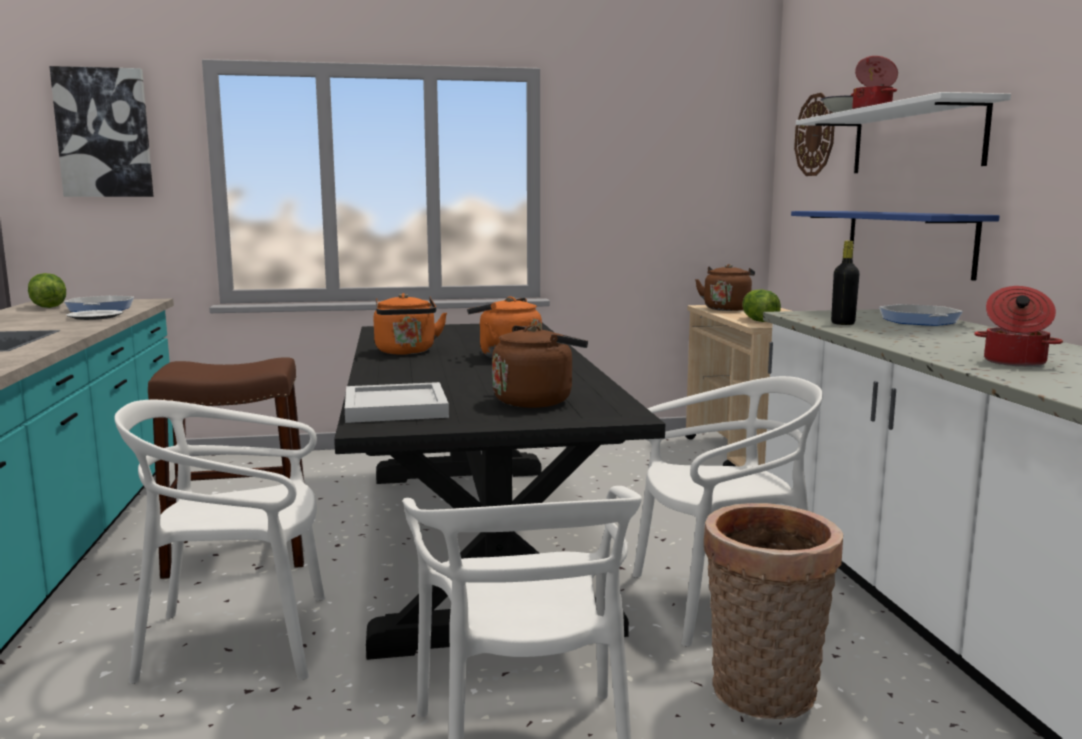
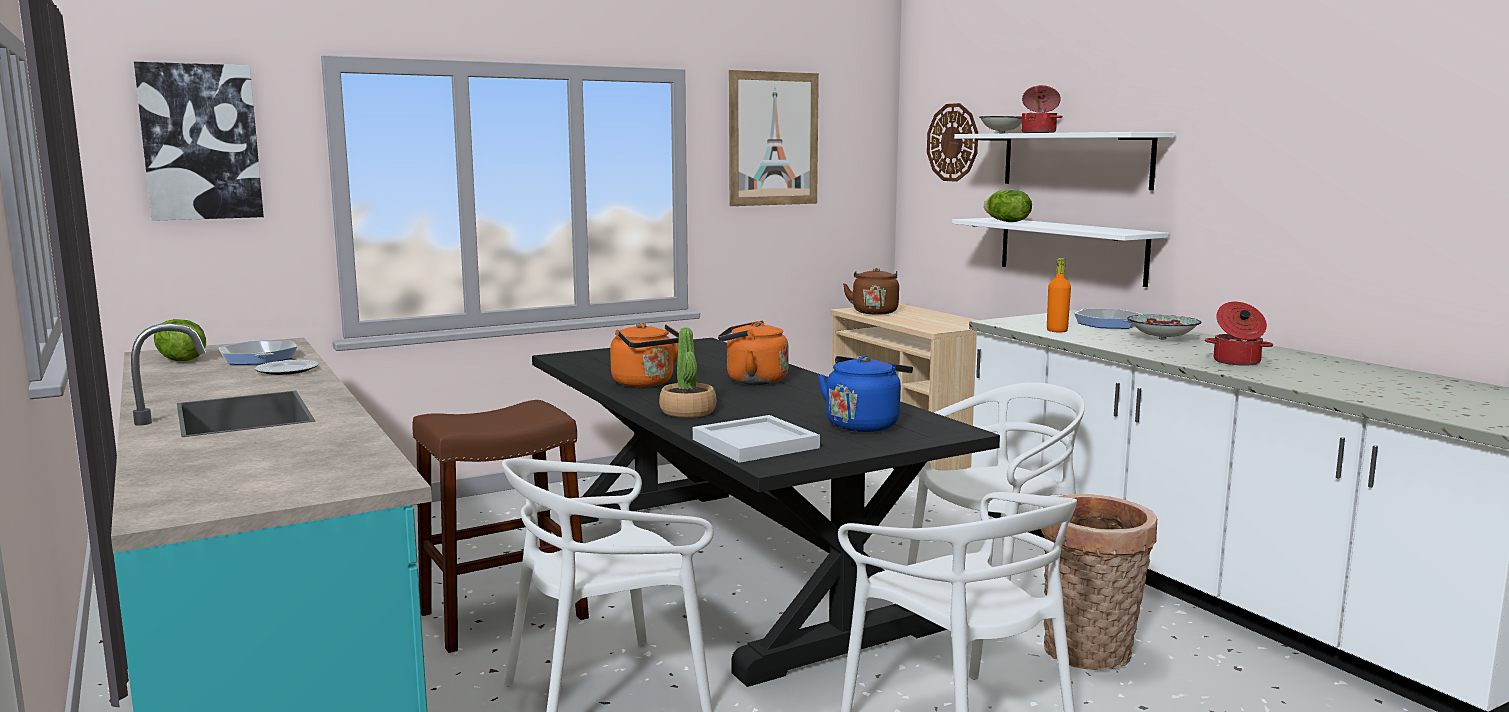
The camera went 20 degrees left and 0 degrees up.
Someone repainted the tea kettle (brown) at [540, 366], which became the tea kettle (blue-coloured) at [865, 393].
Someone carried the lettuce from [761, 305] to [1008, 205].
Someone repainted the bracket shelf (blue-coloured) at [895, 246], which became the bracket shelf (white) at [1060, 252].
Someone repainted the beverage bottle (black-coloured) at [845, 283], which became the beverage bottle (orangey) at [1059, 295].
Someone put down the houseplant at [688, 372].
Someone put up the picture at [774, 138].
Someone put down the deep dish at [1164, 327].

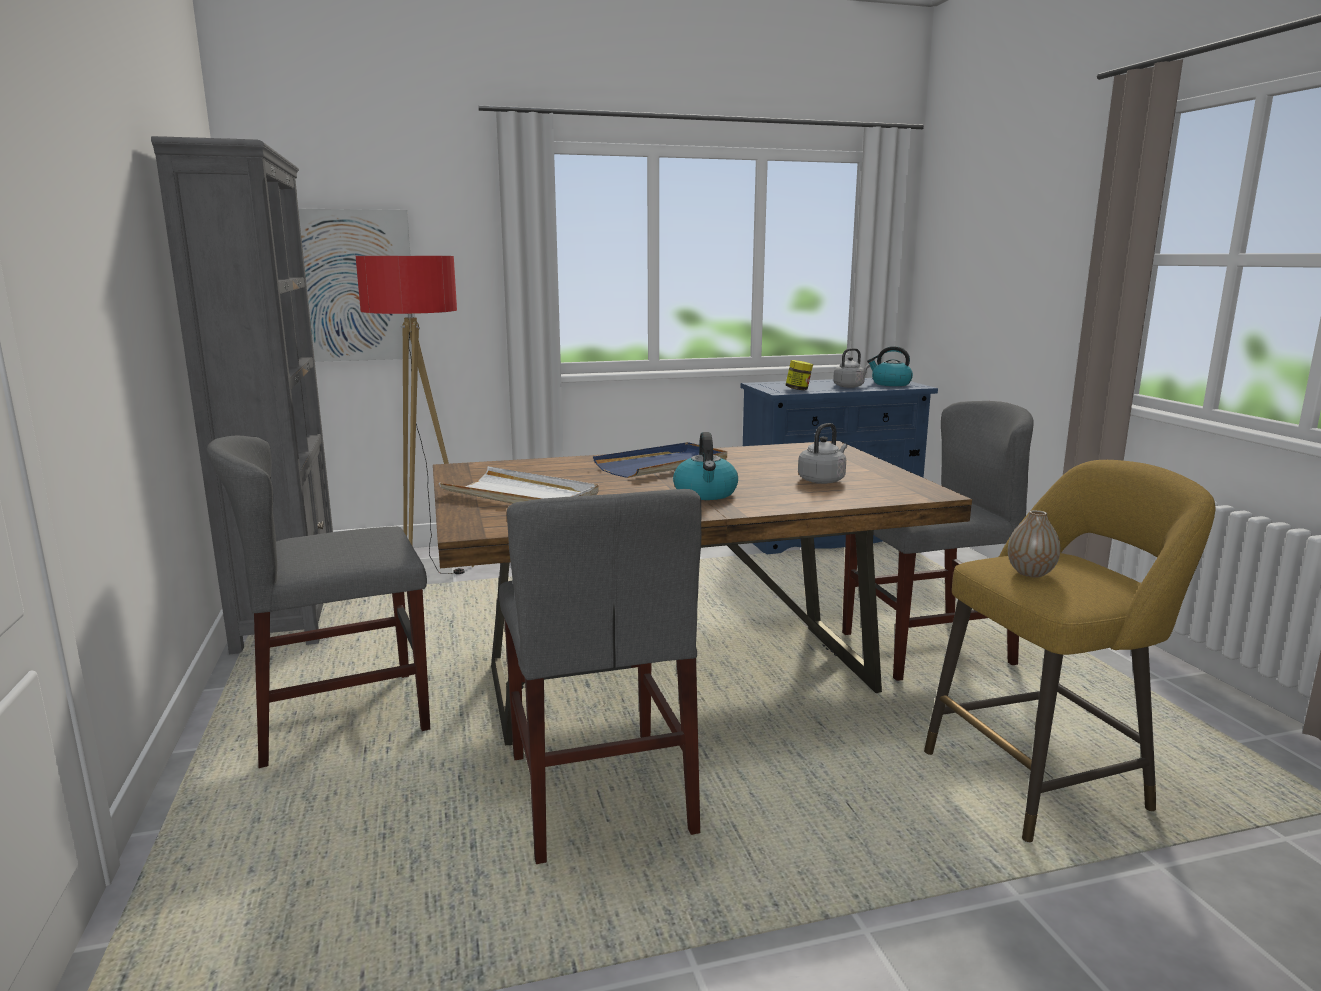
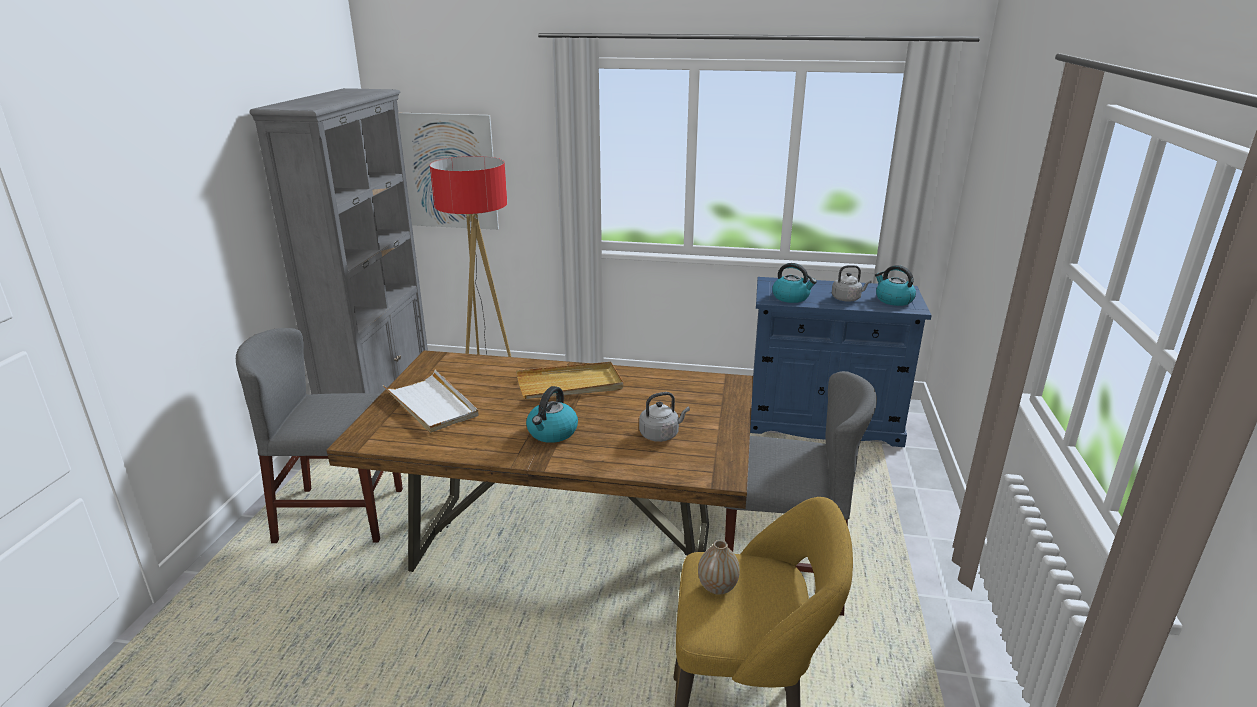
The camera went 25 degrees right and 10 degrees up.
Someone took away the chair (greyish) at [600, 676].
Someone repainted the tray (blue-coloured) at [660, 460], which became the tray (beige-coloured) at [569, 380].
Someone swapped the storage jar at [799, 375] for the tea kettle at [794, 283].

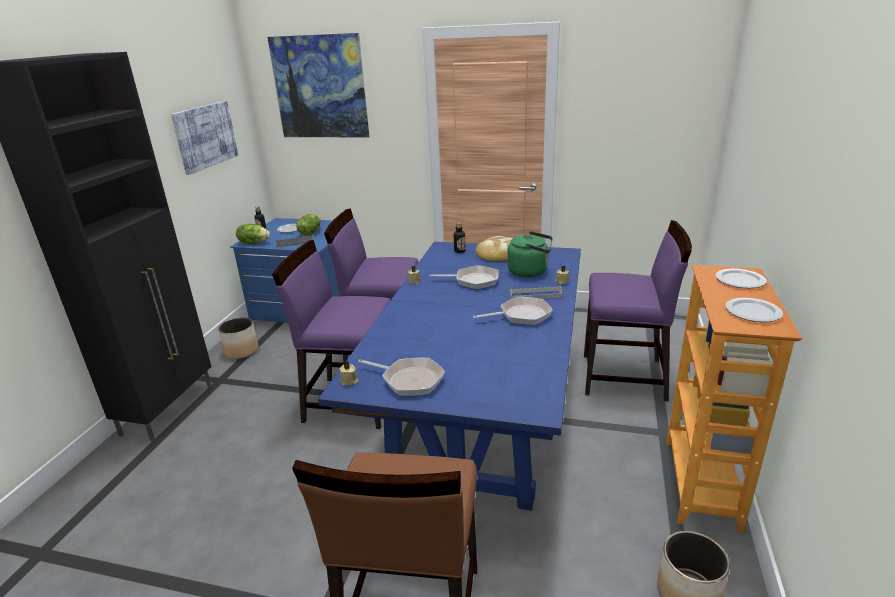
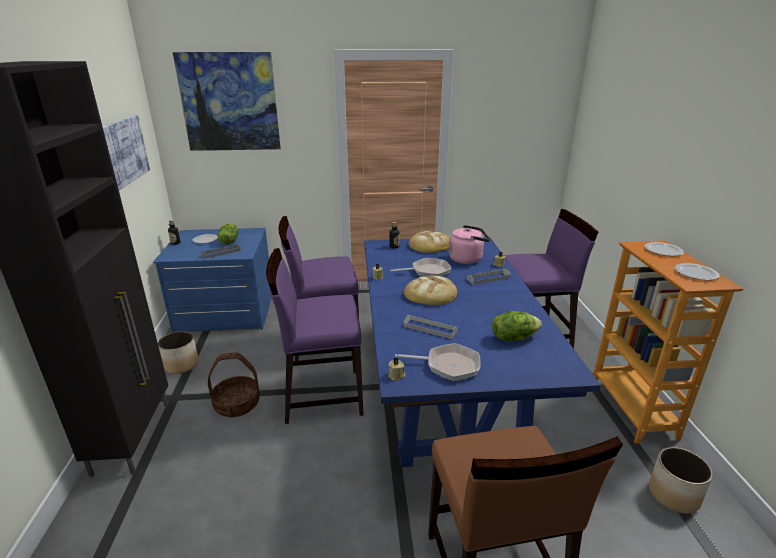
The camera went 20 degrees left and 0 degrees up.
Someone carried the lettuce from [253, 233] to [517, 326].
Someone took away the pan at [513, 311].
Someone repainted the tea kettle (green-coloured) at [530, 254], which became the tea kettle (pink) at [469, 244].
Someone put down the household basket at [234, 384].
Someone put down the bread at [430, 290].
Someone put down the tray (greyish) at [430, 327].

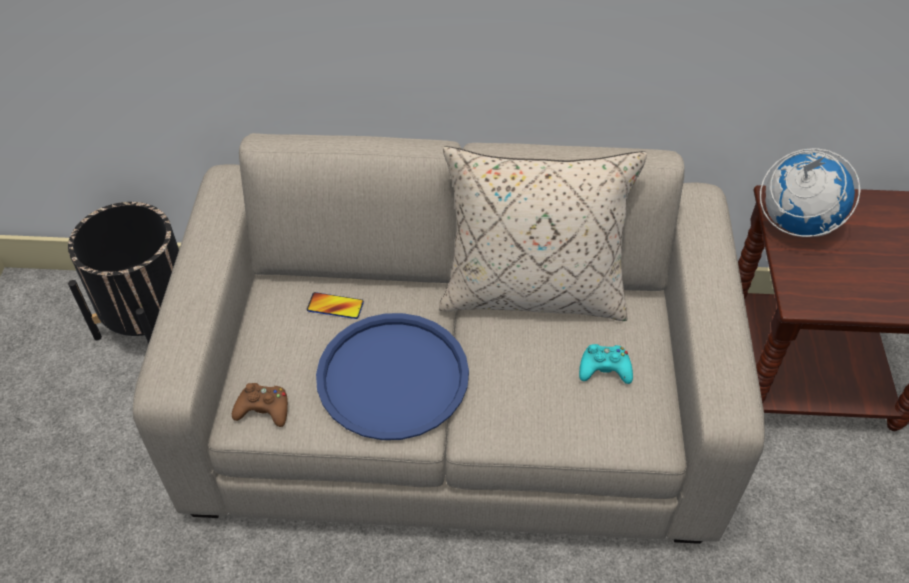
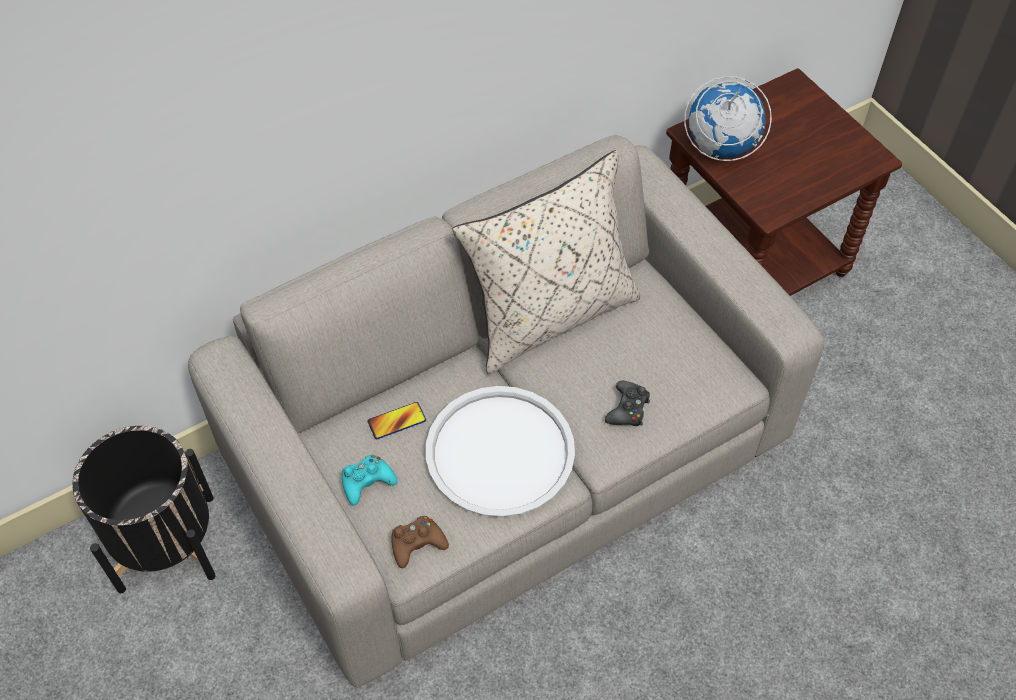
The camera went 35 degrees left and 5 degrees up.
Someone repainted the tray (blue-coloured) at [392, 376], which became the tray (white) at [500, 451].
Someone carried the gamepad (blue-green) from [606, 364] to [370, 480].
Someone put down the gamepad (black-coloured) at [627, 403].

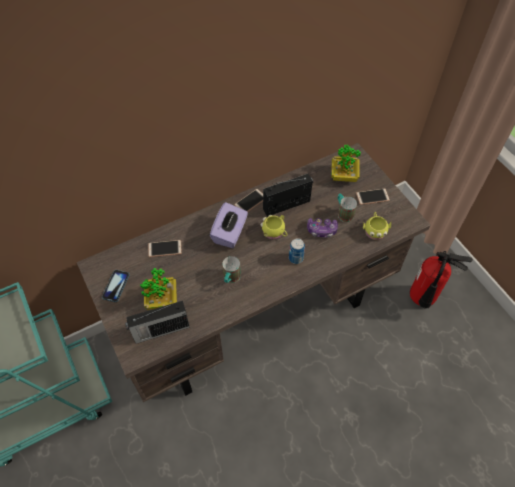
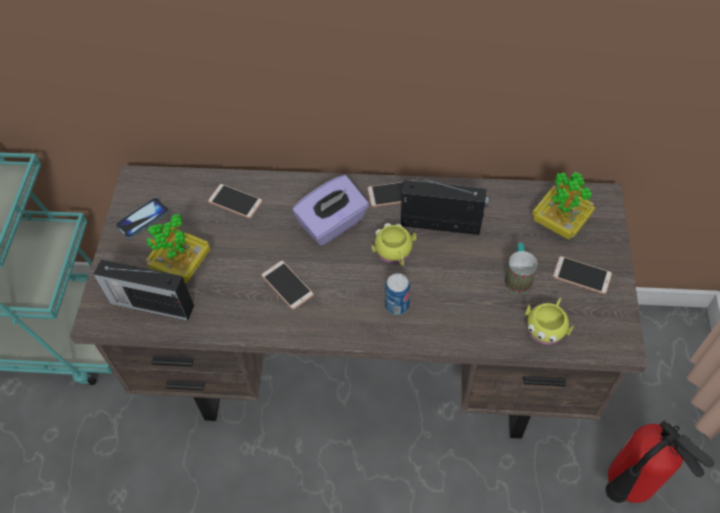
The camera went 35 degrees right and 0 degrees up.
Someone swapped the coffee mug at [231, 269] for the handset at [287, 285].
Someone took away the gamepad at [322, 228].

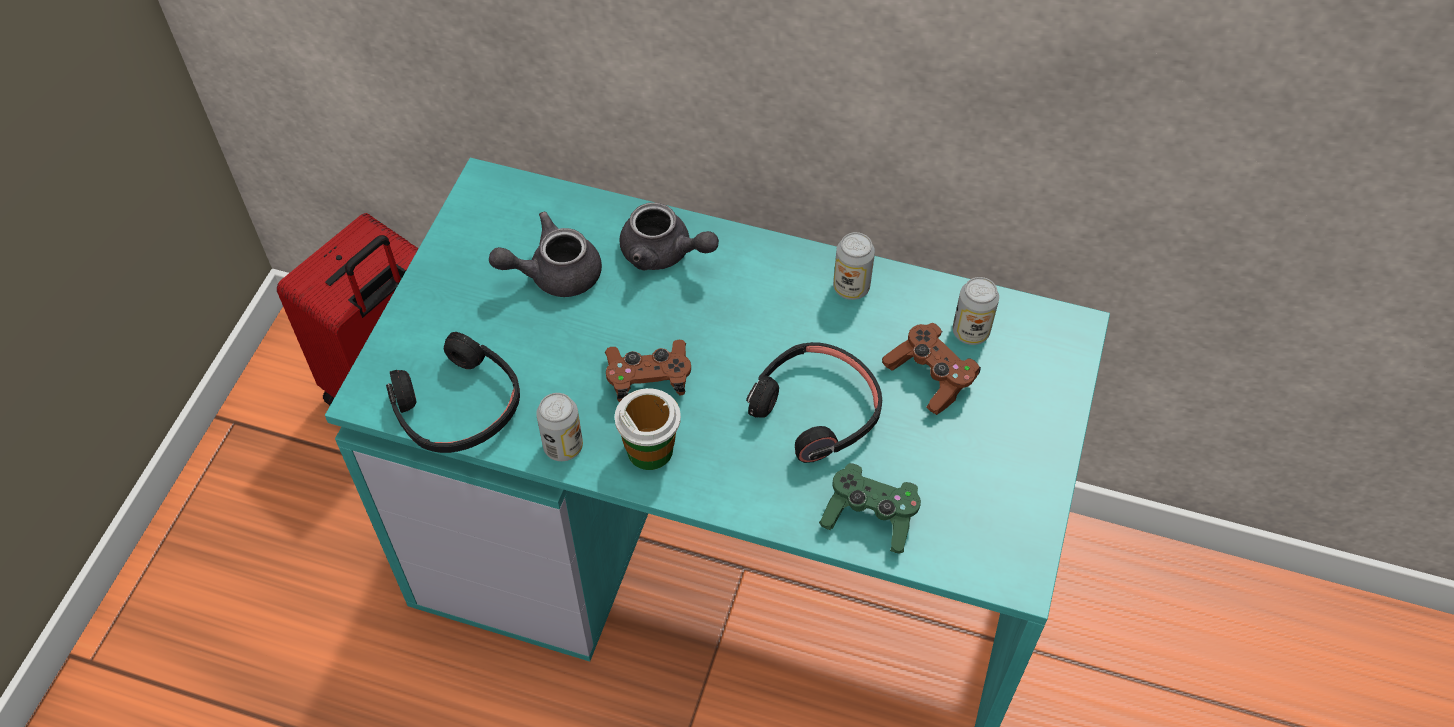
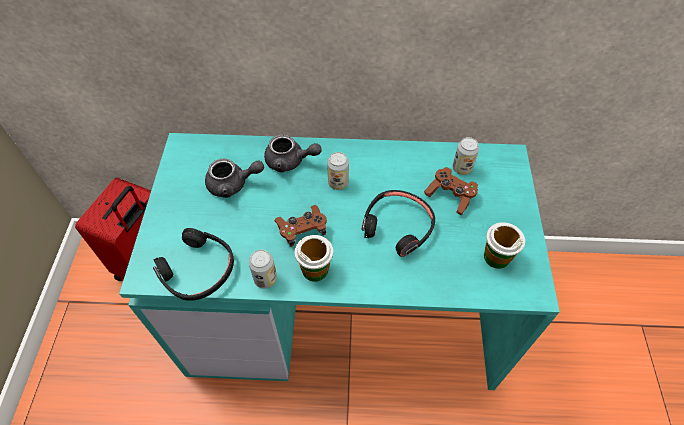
The camera went 15 degrees left and 0 degrees up.
Someone rotated the pot for tea (greyish) at [545, 254] by 150 degrees counterclockwise.
Someone took away the gamepad (green-coloured) at [870, 508].
Someone carried the can from [854, 266] to [338, 171].
Someone put down the cup at [504, 245].

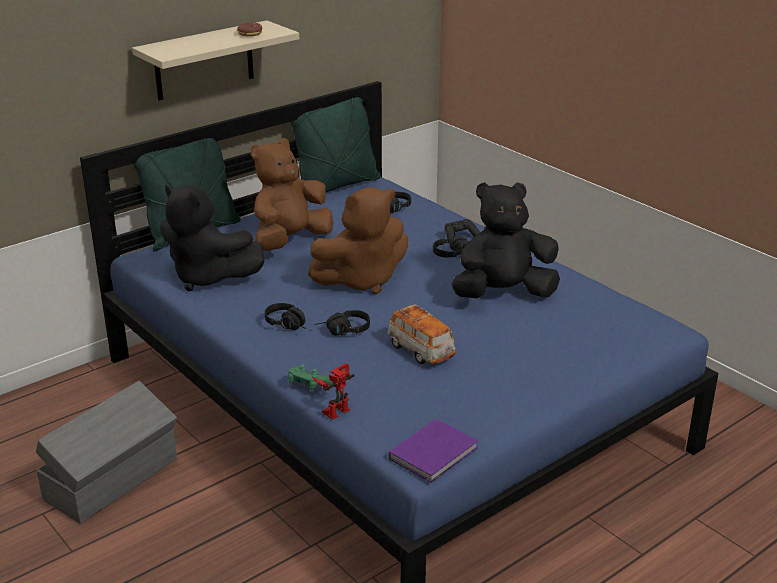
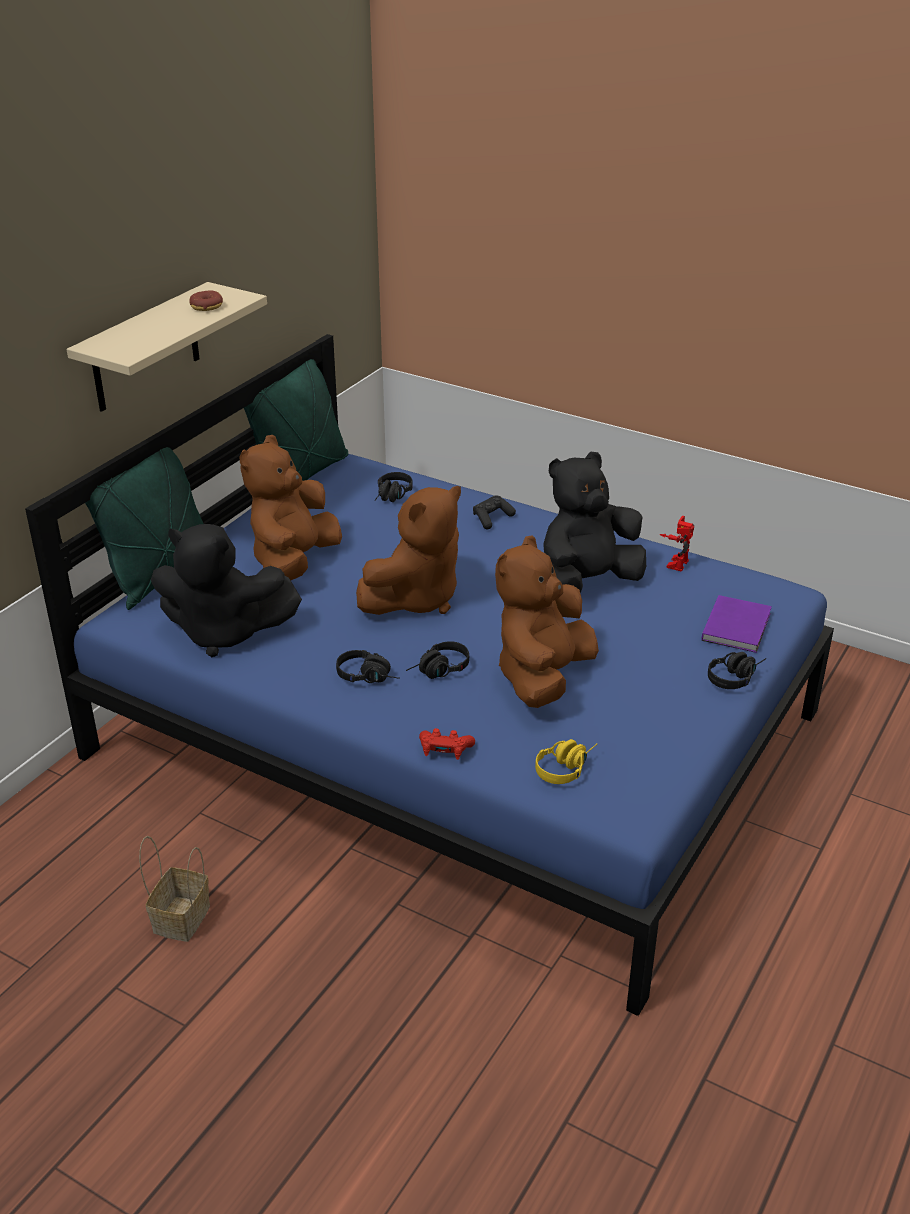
The camera went 20 degrees left and 5 degrees up.
Someone swapped the storage box (greyish) at [106, 452] for the household basket at [174, 889].
Someone repainted the gamepad (green-coloured) at [310, 378], which became the gamepad (red-coloured) at [447, 744].
Someone carried the robot figure from [333, 391] to [676, 544].
Someone swapped the model car at [421, 334] for the plush toy (brown) at [547, 621].
Someone carried the book (purplish) from [433, 451] to [736, 624].
Someone carried the pair of headphones (black-coloured) from [451, 246] to [737, 670].
Someone put down the pair of headphones (yellowish) at [566, 761].

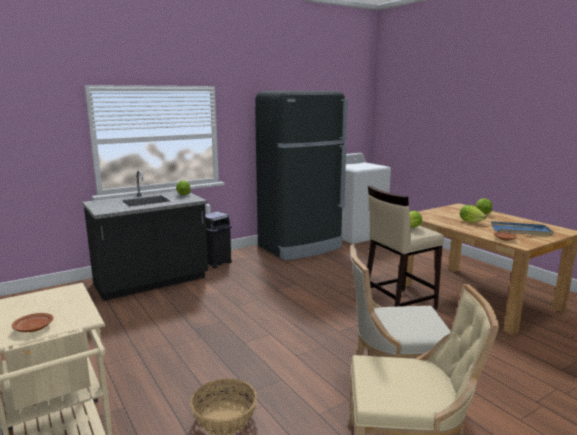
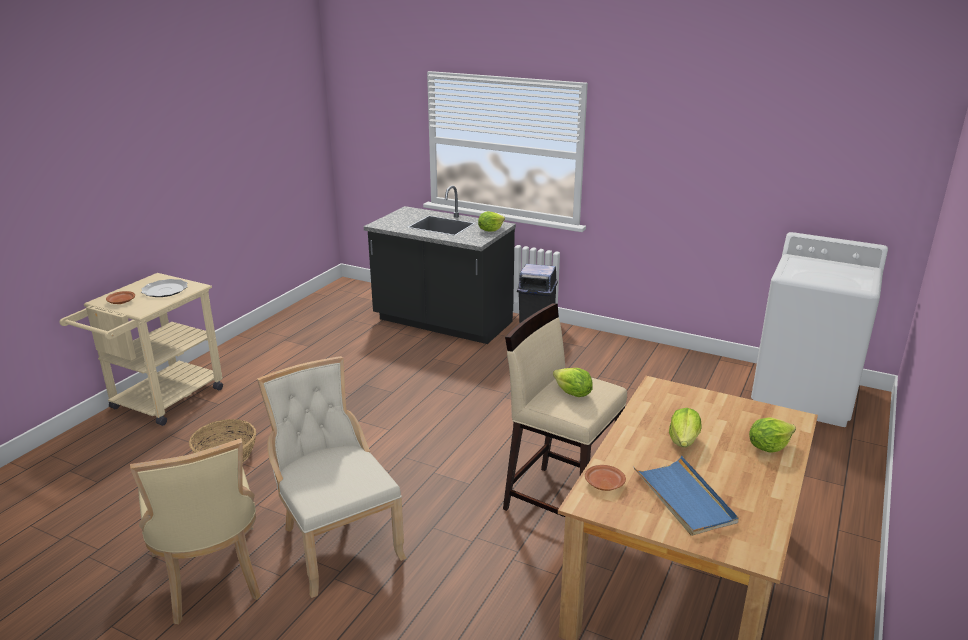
The camera went 60 degrees right and 10 degrees up.
Someone took away the fridge (black-coloured) at [301, 175].
Someone put down the flat dish at [164, 288].

